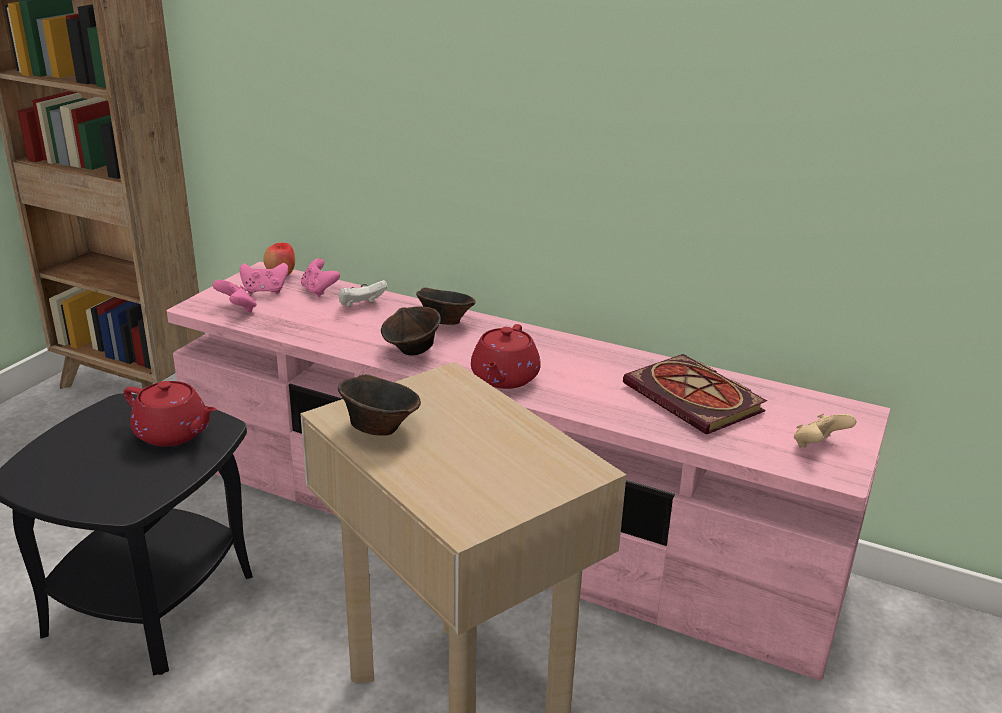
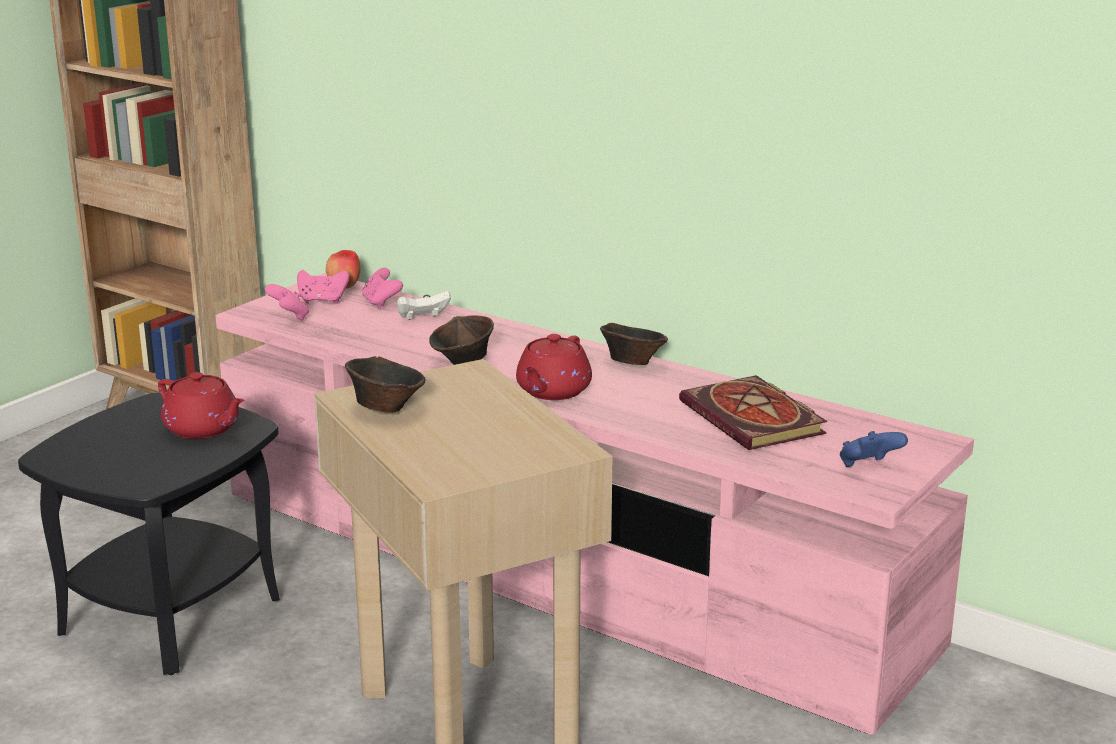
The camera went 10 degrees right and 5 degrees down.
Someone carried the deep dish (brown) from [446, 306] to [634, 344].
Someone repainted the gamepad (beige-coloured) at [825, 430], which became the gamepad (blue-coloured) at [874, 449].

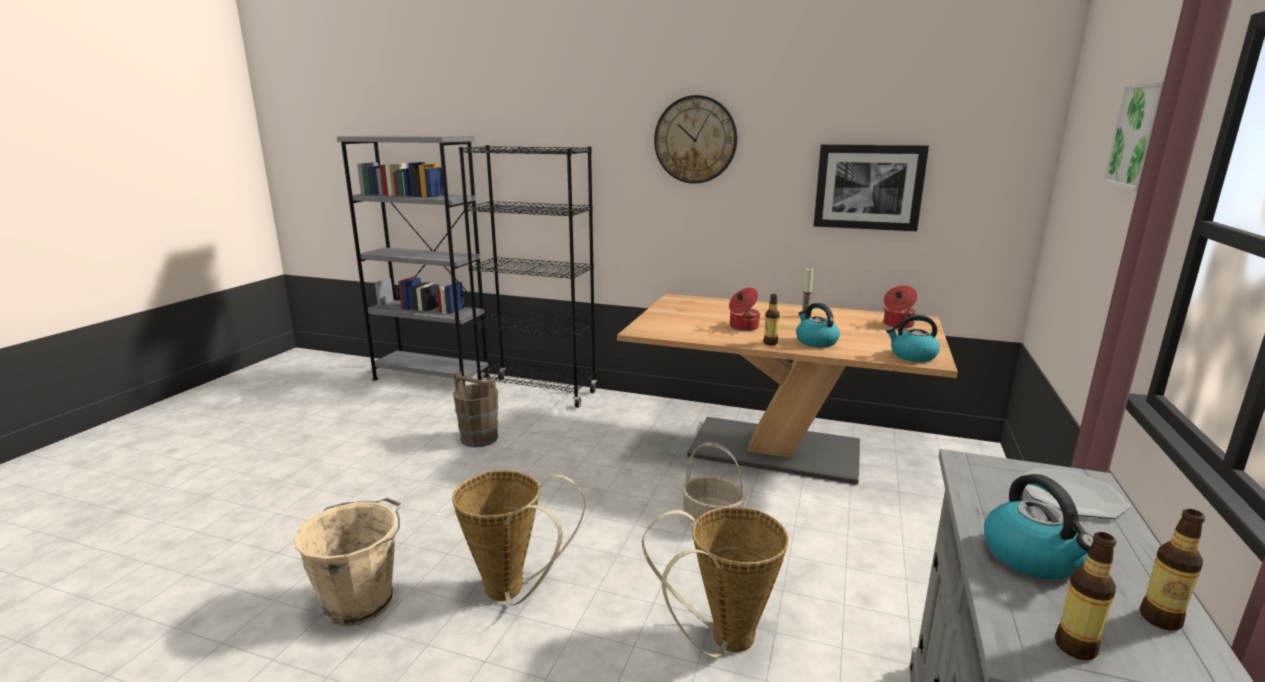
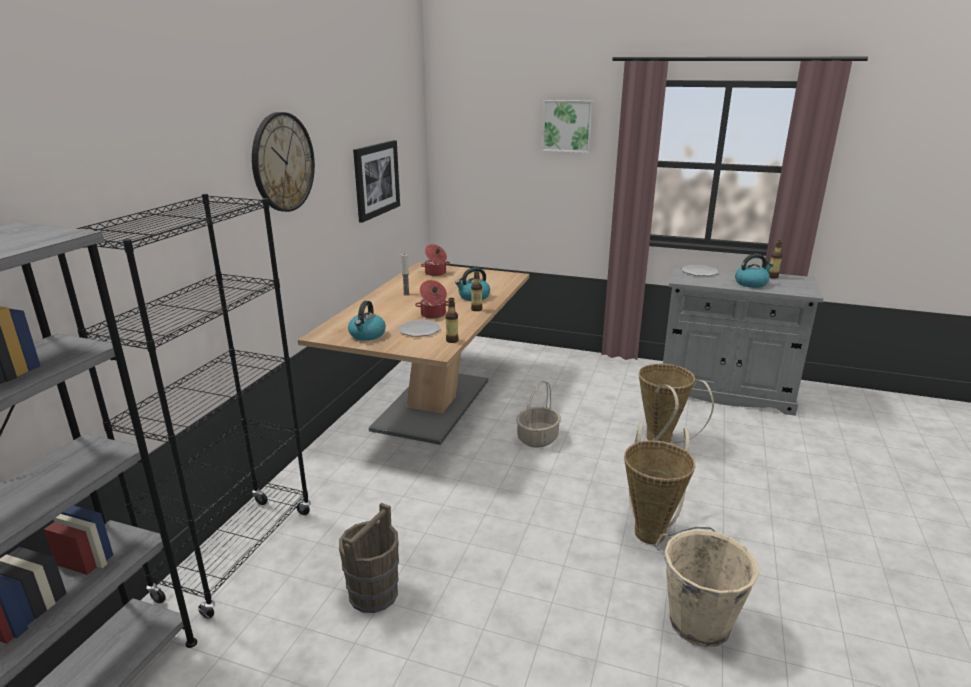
The camera went 90 degrees left and 5 degrees up.
Someone carried the tea kettle from [913, 338] to [367, 321].
Someone carried the beverage bottle from [1086, 596] to [452, 320].
Someone put down the flat dish at [419, 328].

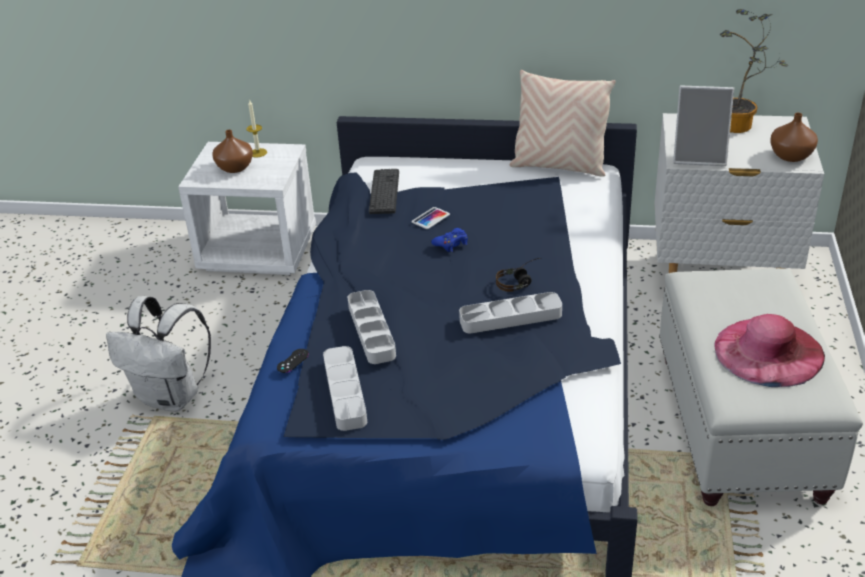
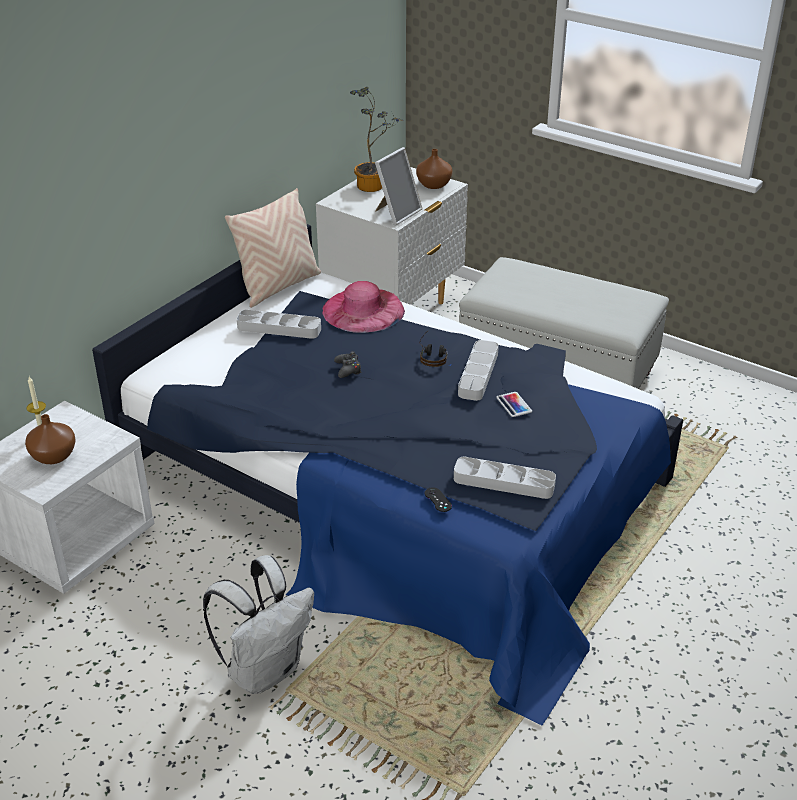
The camera went 65 degrees left and 0 degrees up.
Someone carried the tray (greyish) from [372, 327] to [279, 324].
Someone took away the PC keyboard at [384, 191].
Someone carried the handset from [431, 218] to [514, 404].
Someone repainted the gamepad (blue-coloured) at [449, 240], which became the gamepad (black-coloured) at [348, 364].
Someone carried the hat (pink) from [770, 350] to [364, 307].

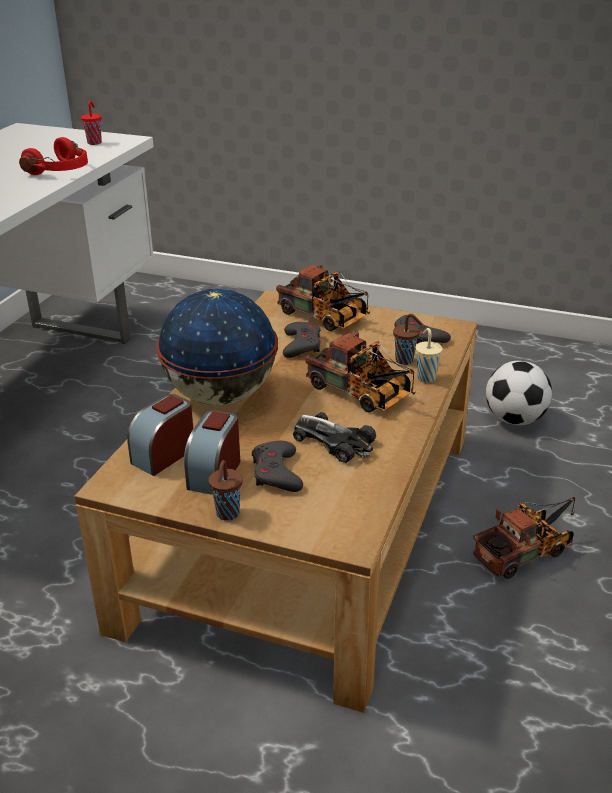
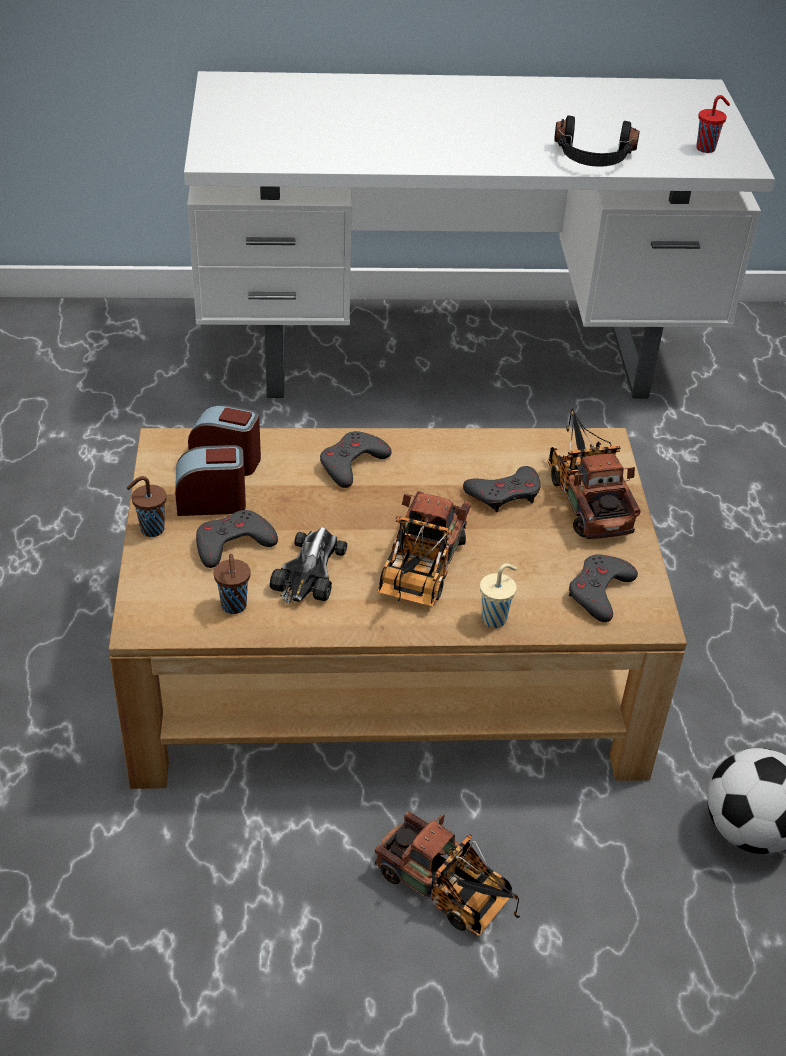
The camera went 65 degrees right and 10 degrees up.
Someone repainted the pair of headphones (red-coloured) at [53, 156], which became the pair of headphones (black-coloured) at [597, 141].
Someone swapped the desk globe at [217, 347] for the gamepad (greyish) at [356, 459].
Someone rotated the toy lorry at [323, 298] by 150 degrees clockwise.
Someone carried the cup (brown) from [408, 339] to [232, 584].

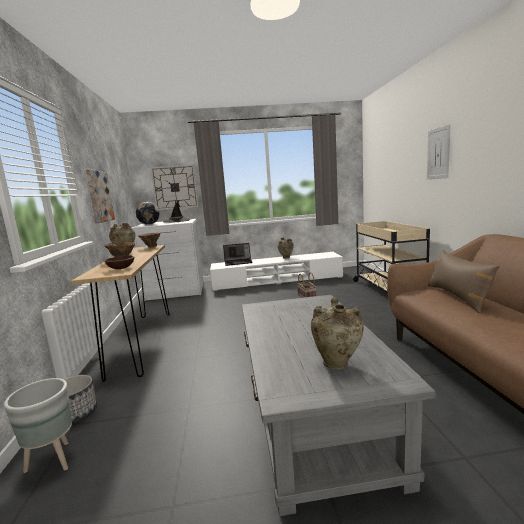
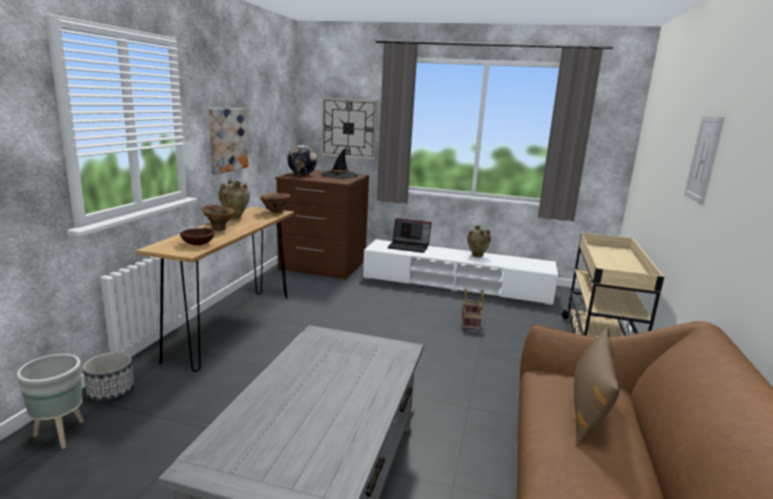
The camera went 20 degrees right and 5 degrees up.
Someone repainted the drawer chest (white) at [168, 260], which became the drawer chest (brown) at [322, 225].
Someone took away the flower vase (beige-coloured) at [337, 333].

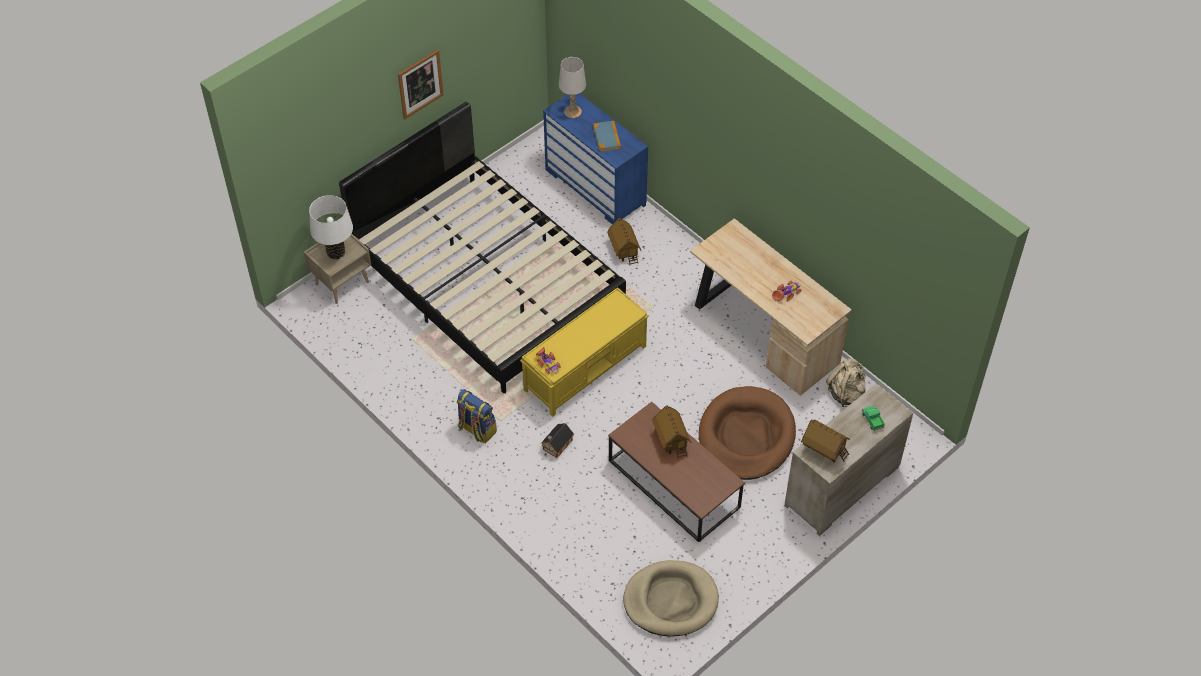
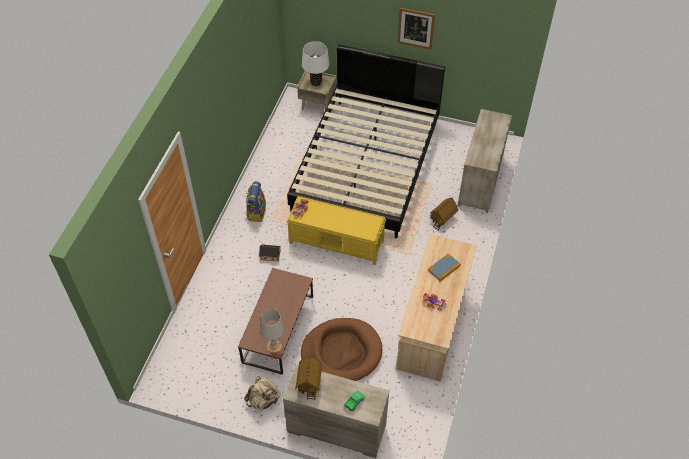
The camera went 60 degrees right and 0 degrees up.
Someone repainted the drawer chest (blue-coloured) at [595, 159], which became the drawer chest (beige-coloured) at [485, 161].
Someone carried the tabletop lamp (white) from [572, 87] to [272, 331].
Someone carried the book from [607, 136] to [444, 267].
Someone took away the pet bed (beige-coloured) at [671, 598].
Someone took away the toy house at [671, 432].
Someone carried the knapsack (beige-coloured) from [846, 382] to [262, 393].

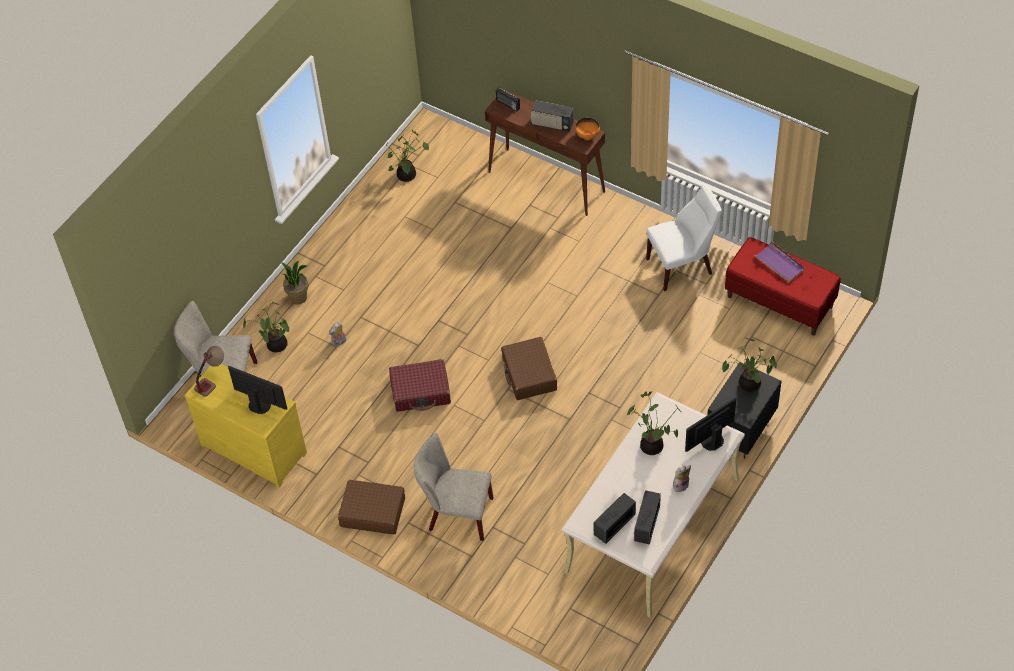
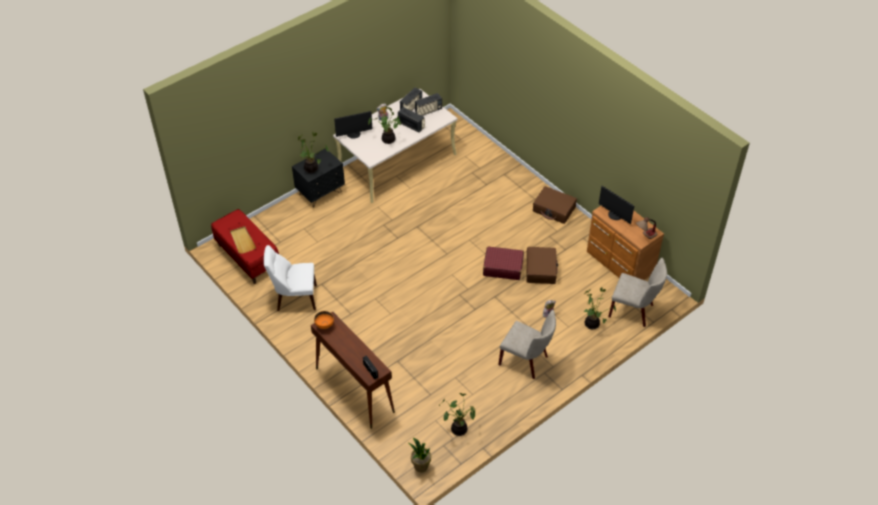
The camera went 165 degrees left and 5 degrees down.
Someone repainted the drawer chest (yellowish) at [246, 425], which became the drawer chest (brown) at [625, 243].
Someone carried the houseplant from [295, 283] to [420, 455].
Someone carried the chair (beige-coloured) from [454, 487] to [527, 344].
Someone carried the piece of luggage (brown) from [529, 368] to [542, 265].
Someone carried the radio set from [552, 116] to [411, 120].
Someone repainted the tray (purplish) at [780, 261], which became the tray (beige-coloured) at [243, 240].

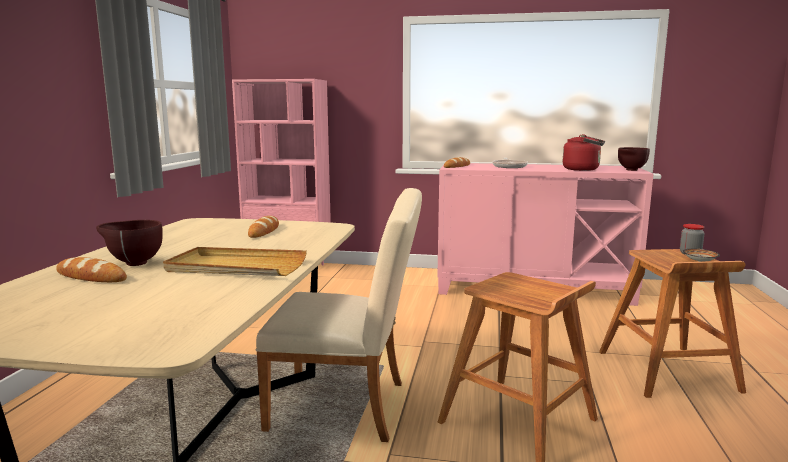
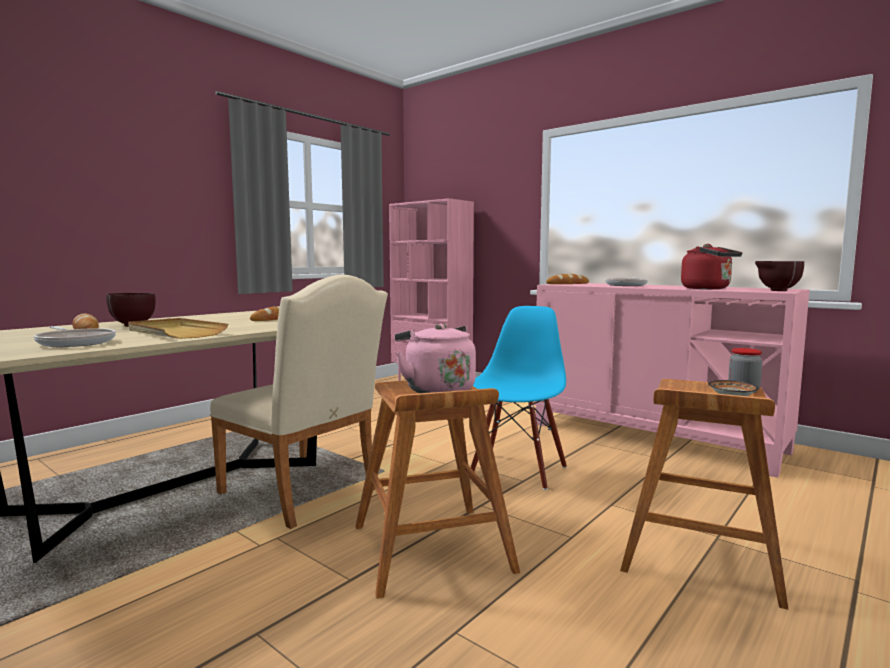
The camera went 30 degrees right and 5 degrees down.
Someone put down the pan at [75, 336].
Someone put down the tea kettle (pink) at [435, 358].
Someone put down the chair (blue-coloured) at [519, 398].

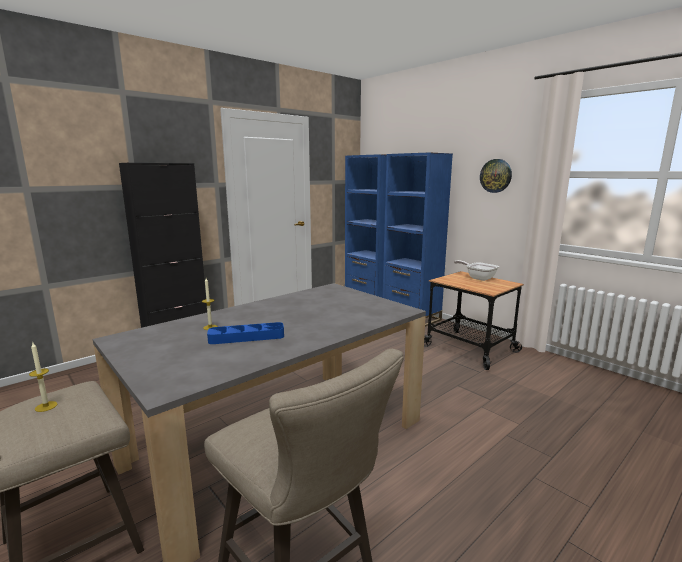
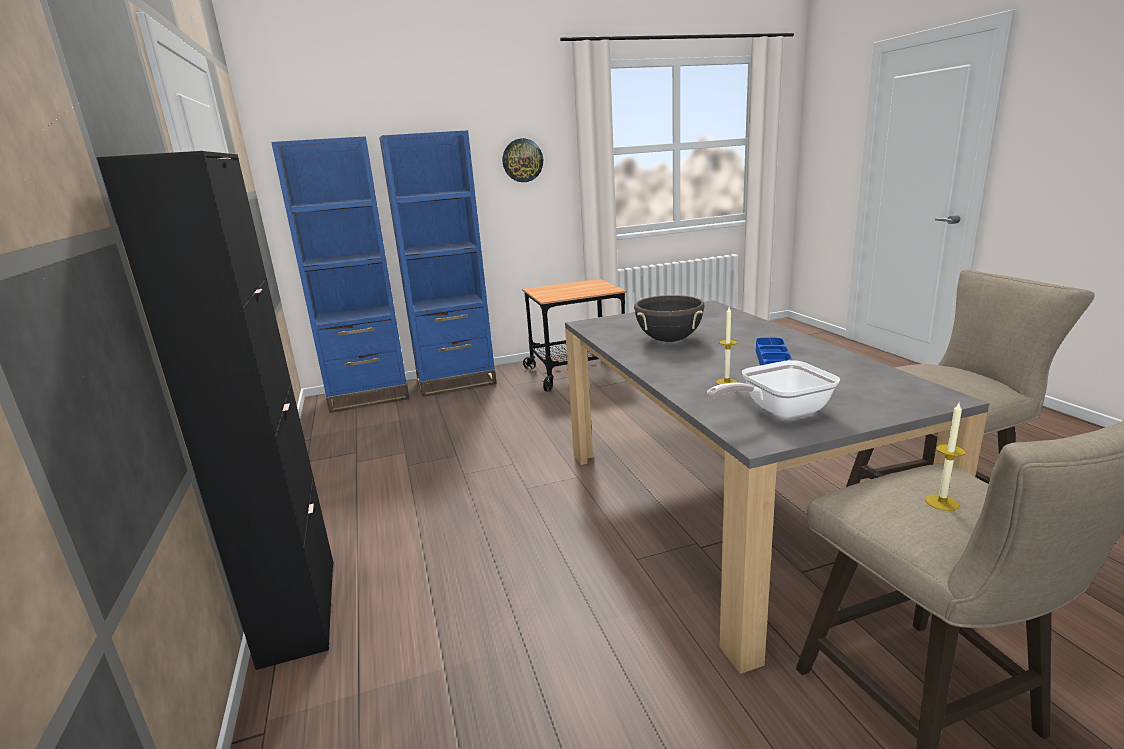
The camera went 65 degrees left and 5 degrees up.
Someone carried the pan from [476, 270] to [773, 389].
Someone put down the cooking pot (black-coloured) at [669, 318].

